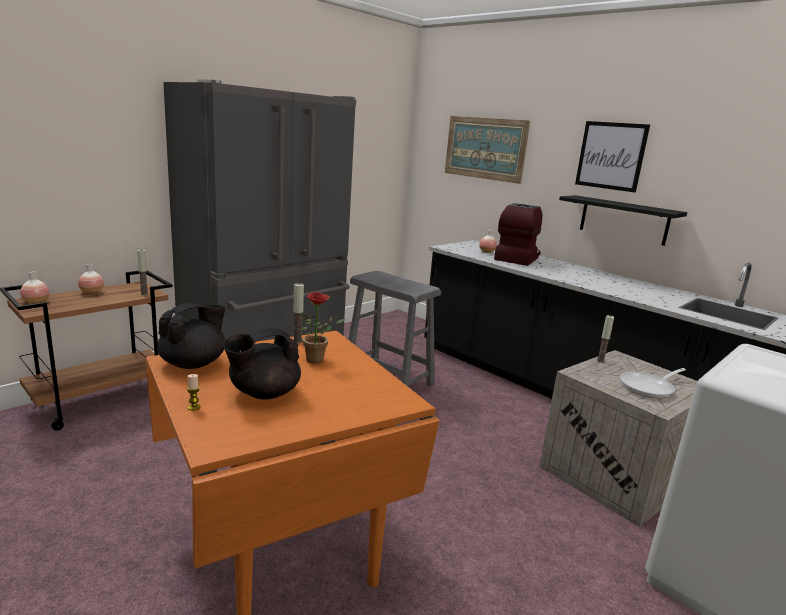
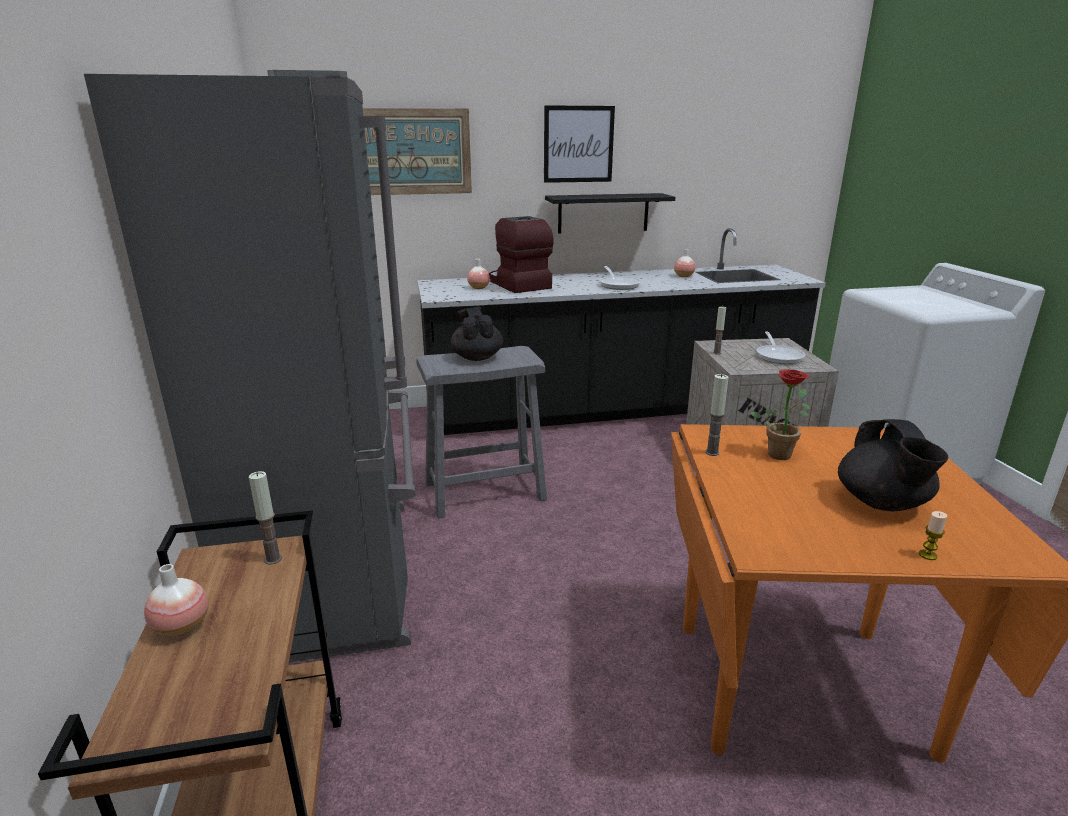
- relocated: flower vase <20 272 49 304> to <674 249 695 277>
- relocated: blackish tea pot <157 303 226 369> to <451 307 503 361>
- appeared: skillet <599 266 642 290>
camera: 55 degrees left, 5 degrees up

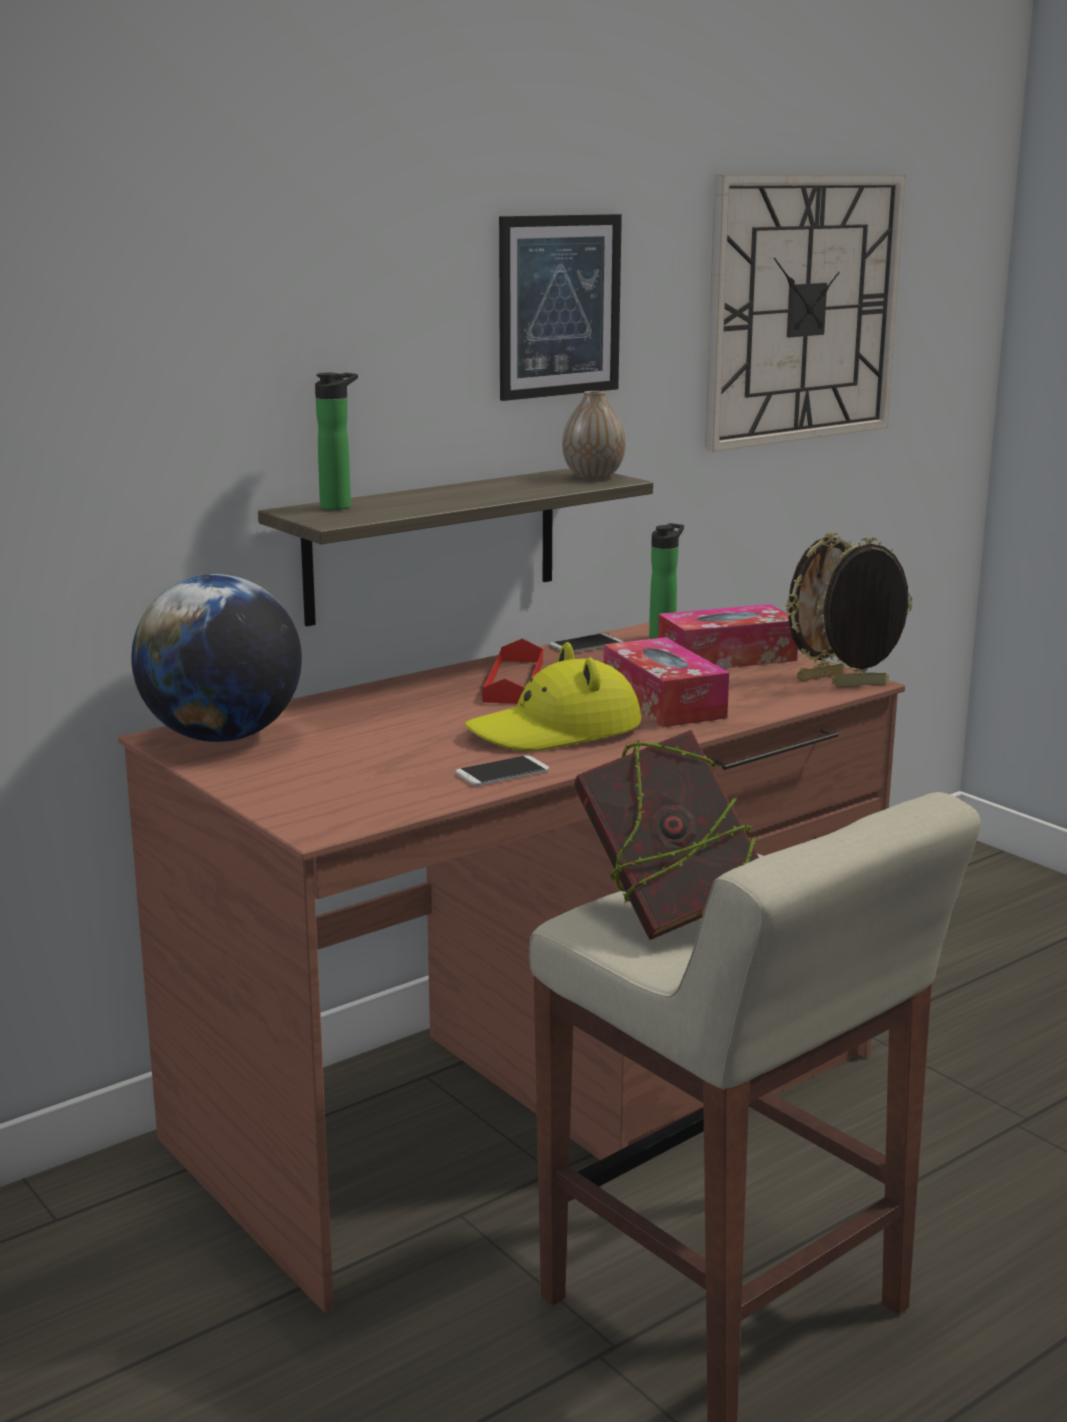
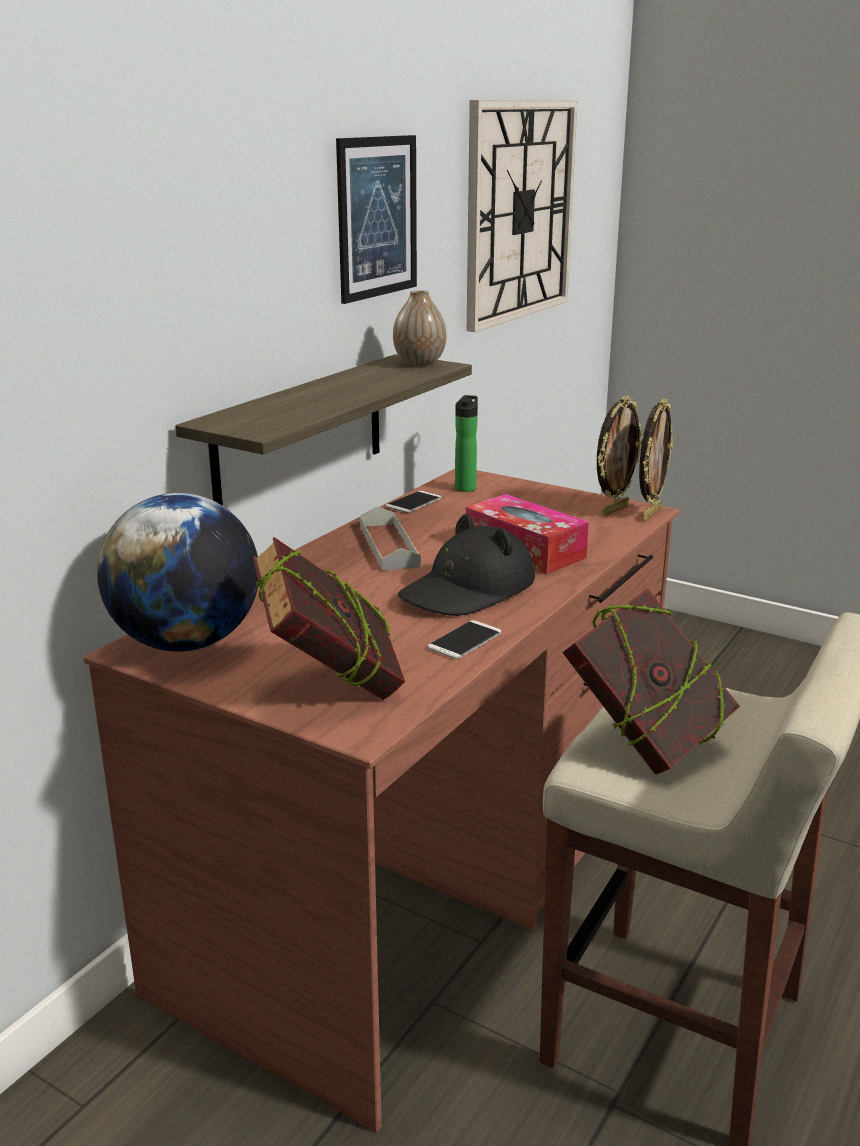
- missing: drink bottle <315 373 358 510>
- spun: standing frame <816 537 913 686> = <639 399 673 521> 150 degrees clockwise
- missing: box of tissues <658 604 798 669>
- colour: reddish tray <482 639 543 704> to greyish tray <360 507 421 571>
- colour: yellow clothing hat <465 642 641 751> to blackish clothing hat <398 514 535 616>
- appeared: book <253 537 405 700>
camera: 20 degrees left, 5 degrees up

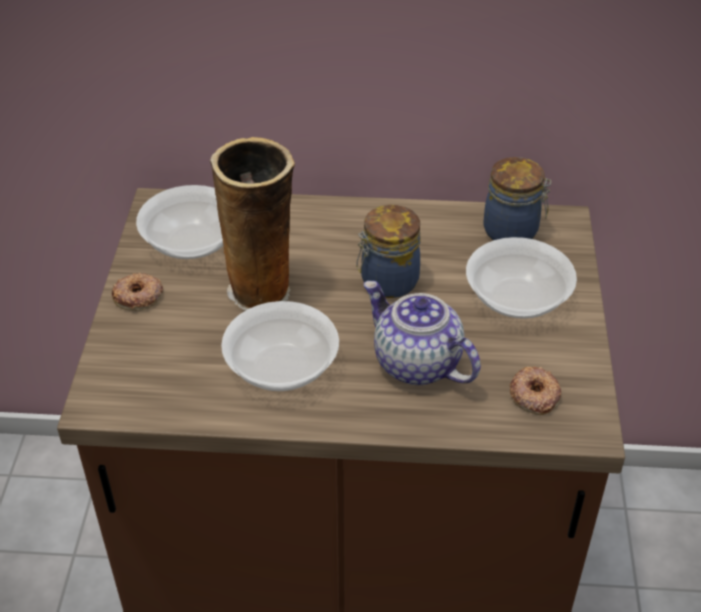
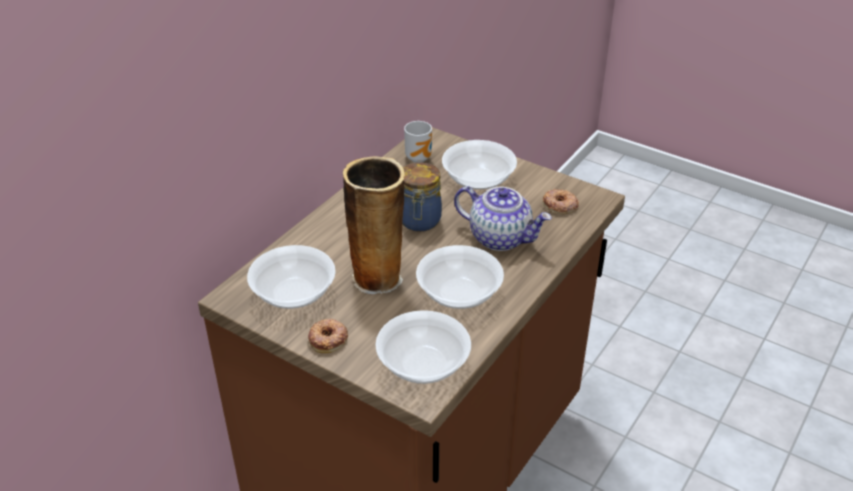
- exchanged: jar <483 157 551 240> to mug <404 121 432 163>
- spun: tea pot <364 281 481 385> = <454 186 552 251> 135 degrees counterclockwise
- appeared: serving bowl <375 310 471 384>
camera: 60 degrees left, 5 degrees down

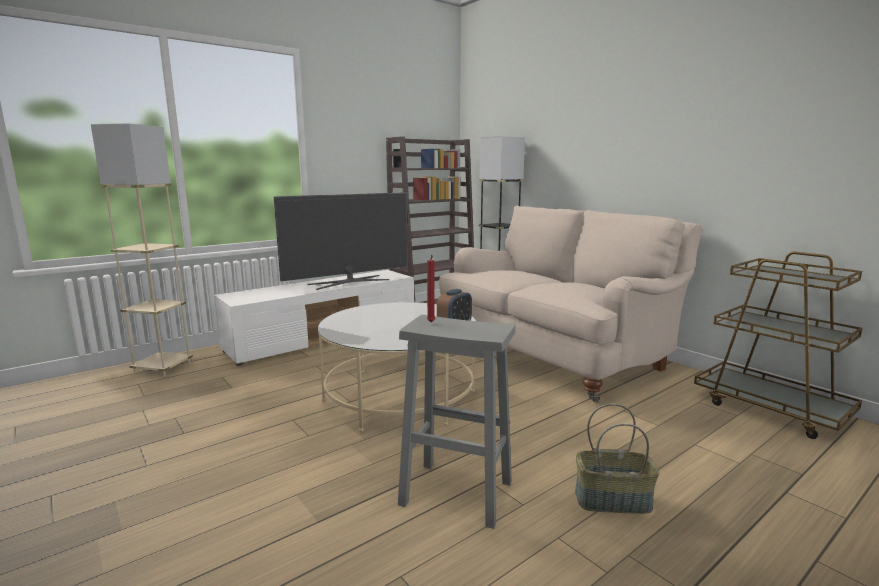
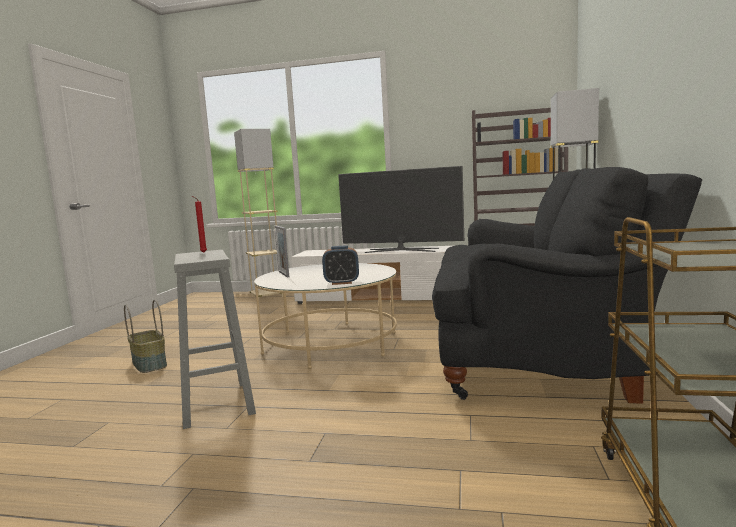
- colour: beige couch <439 206 703 403> to blackish couch <432 167 702 404>
- relocated: storage basket <575 403 660 514> to <124 300 167 373>
- appeared: standing frame <275 226 289 277>
camera: 50 degrees right, 5 degrees down

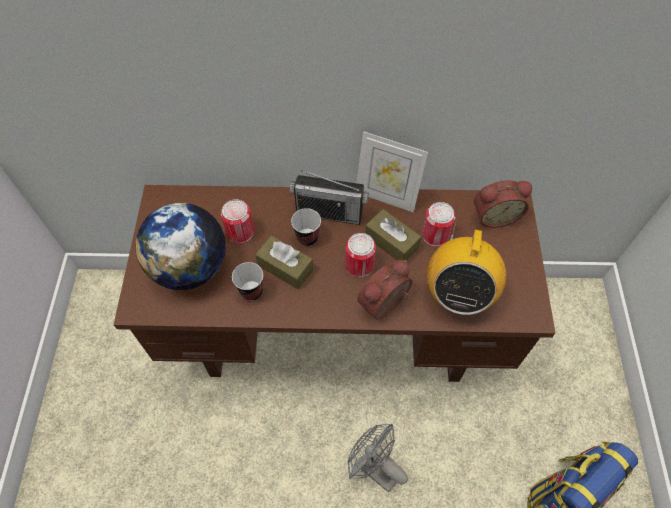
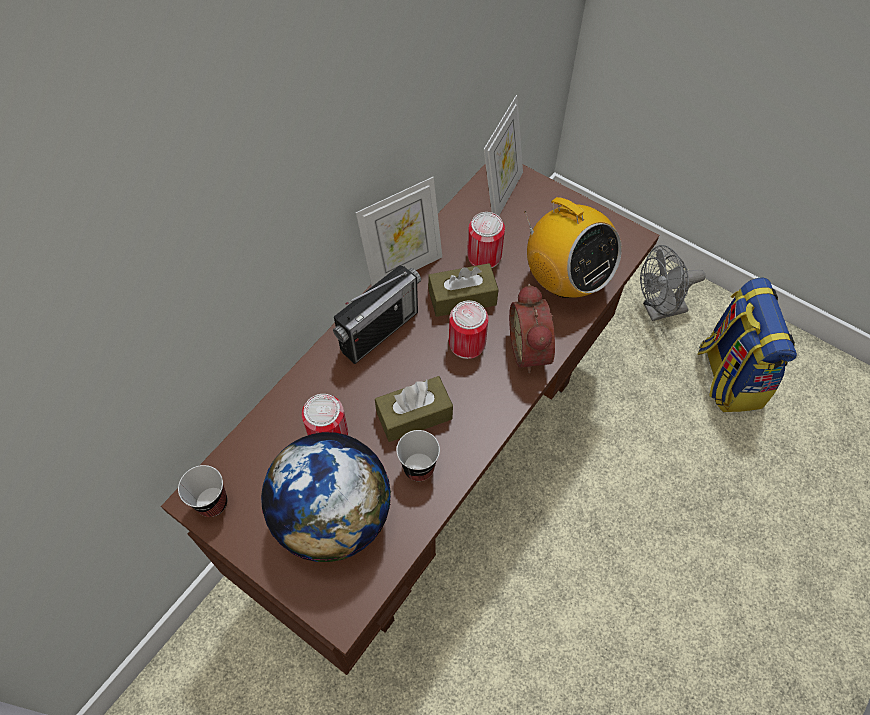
- exchanged: table clock <474 180 532 228> to standing frame <484 95 523 216>
- relocated: small cup <291 208 321 246> to <178 465 227 517>
- relocated: greyish cooling fan <347 424 408 492> to <640 245 706 321>
camera: 55 degrees left, 0 degrees up

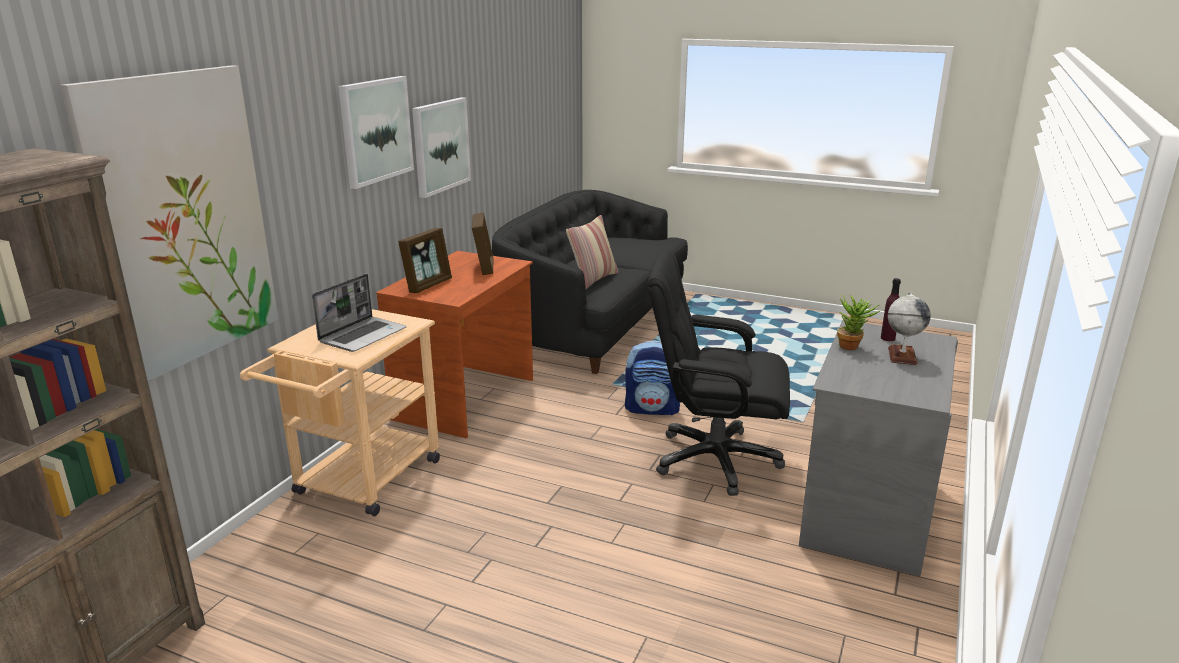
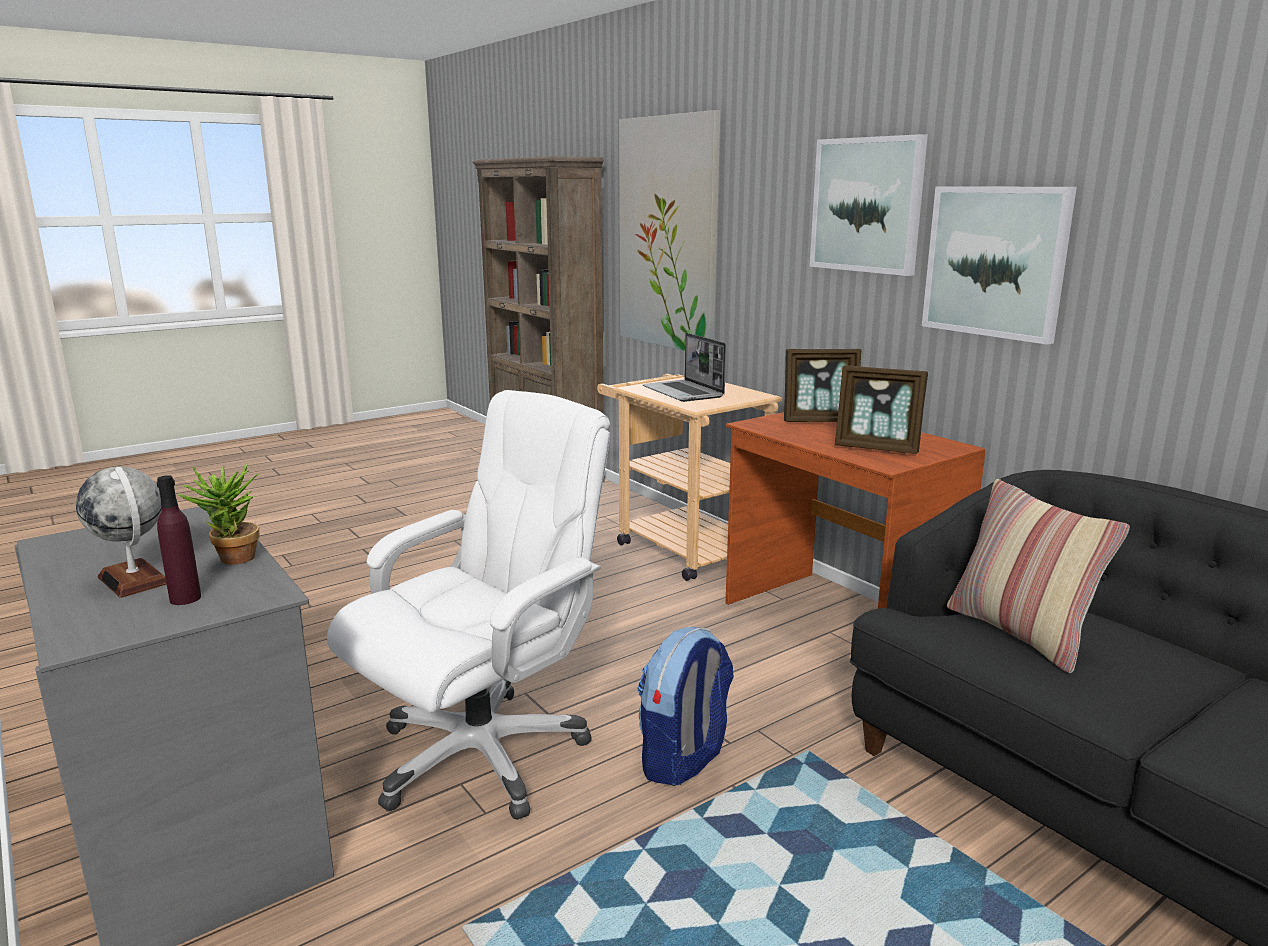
- spun: standing frame <398 228 452 293> = <784 349 861 422> 60 degrees counterclockwise
- colour: blackish computer chair <648 249 790 496> to white-coloured computer chair <327 390 610 820>
camera: 120 degrees right, 5 degrees down

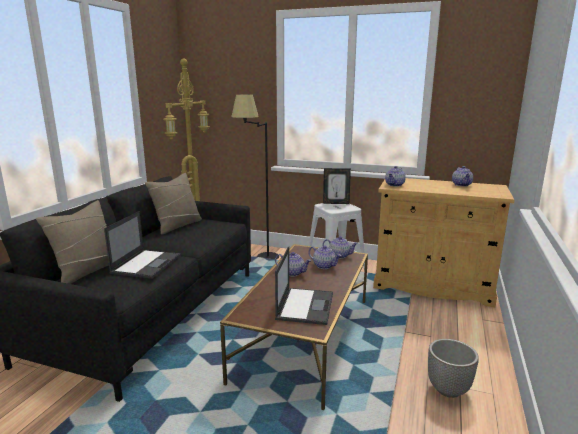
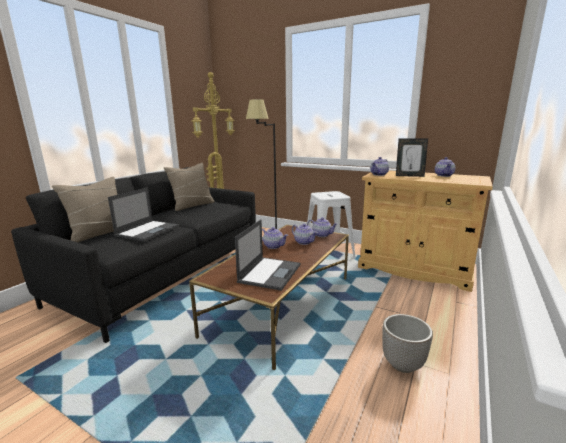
- relocated: standing frame <323 168 351 204> to <396 139 428 177>
camera: 10 degrees right, 0 degrees up

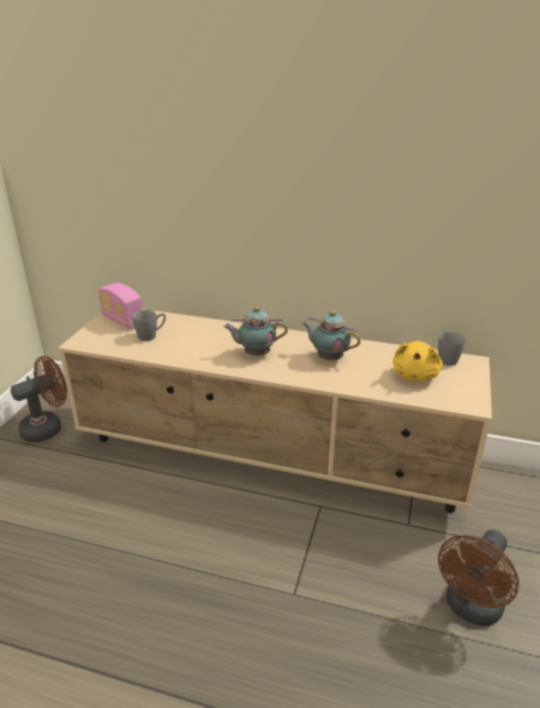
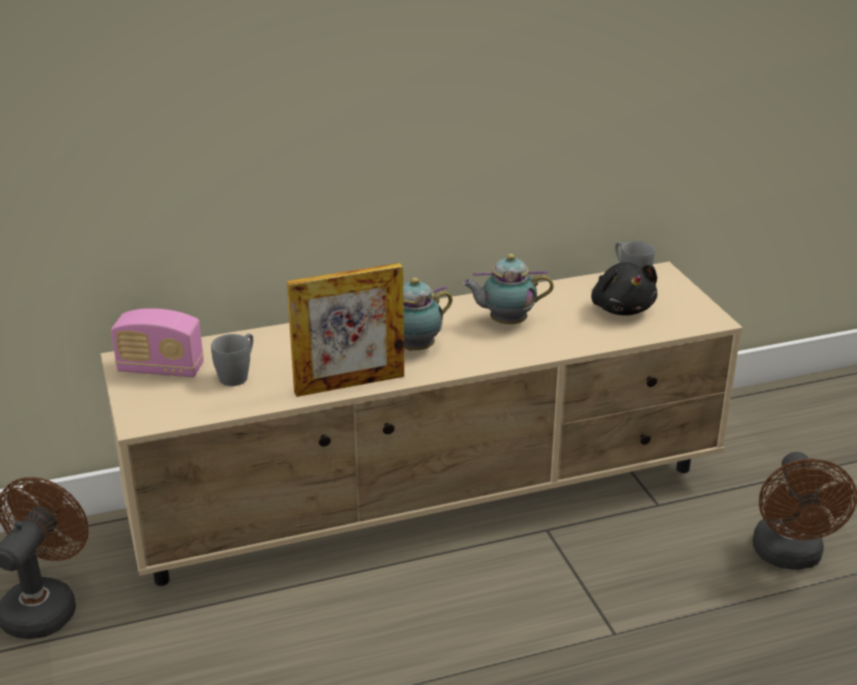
- colour: yellow plush toy <393 341 443 381> to blackish plush toy <591 262 657 316>
- appeared: standing frame <287 263 404 397>
camera: 35 degrees left, 0 degrees up

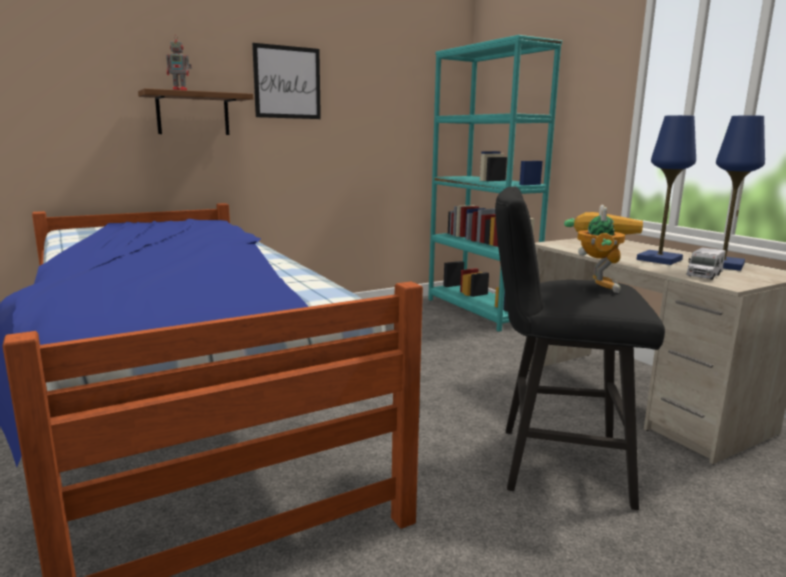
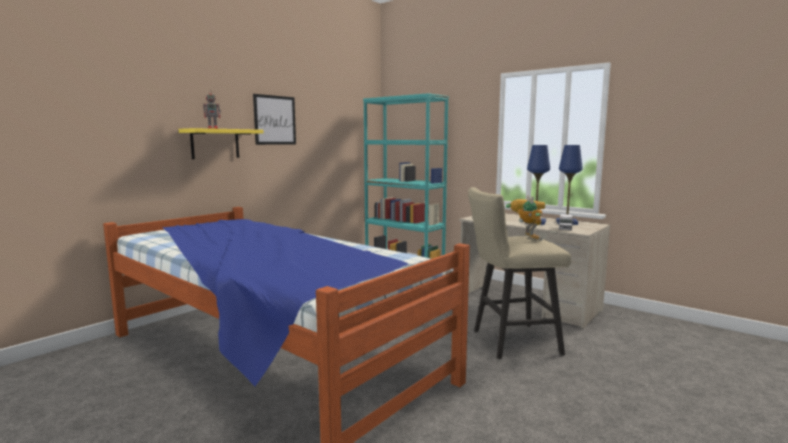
- colour: brown-coloured shelf <138 88 253 135> to yellow shelf <179 128 264 159>
- colour: blackish stool seat <495 187 665 510> to beige stool seat <468 187 571 359>
camera: 20 degrees left, 5 degrees down

